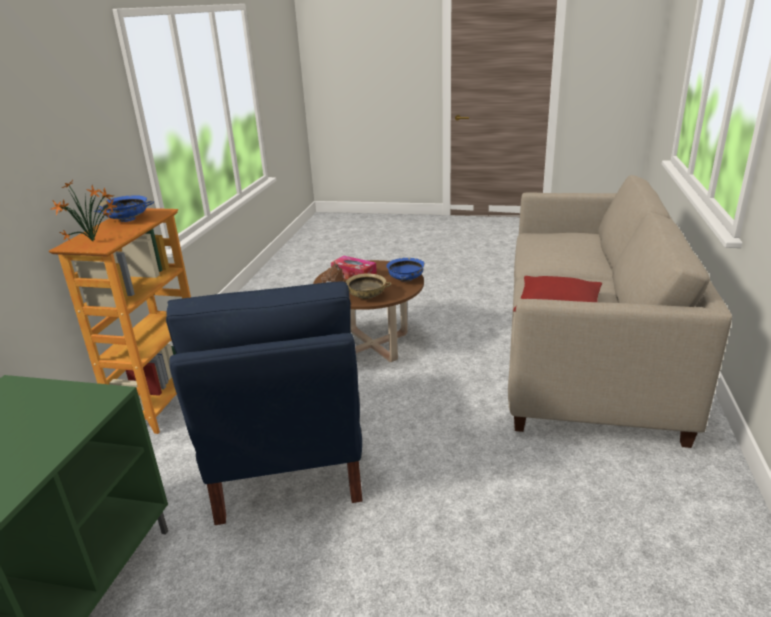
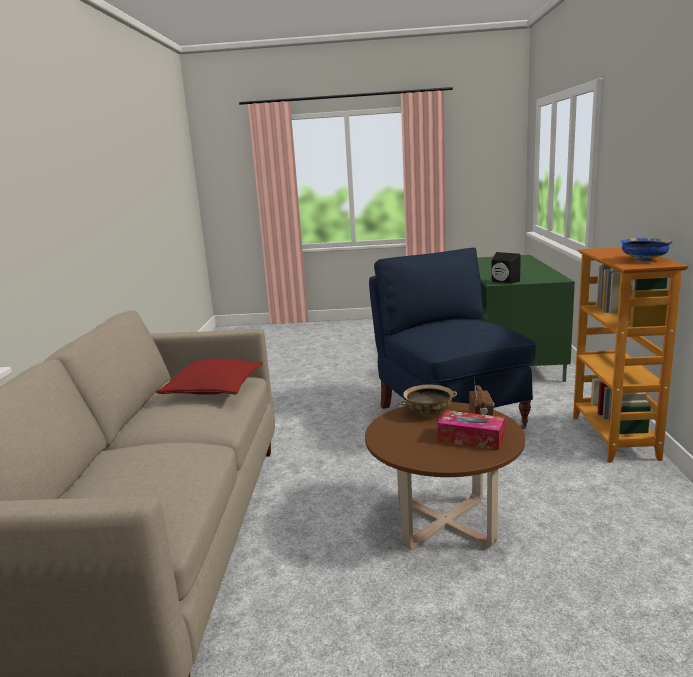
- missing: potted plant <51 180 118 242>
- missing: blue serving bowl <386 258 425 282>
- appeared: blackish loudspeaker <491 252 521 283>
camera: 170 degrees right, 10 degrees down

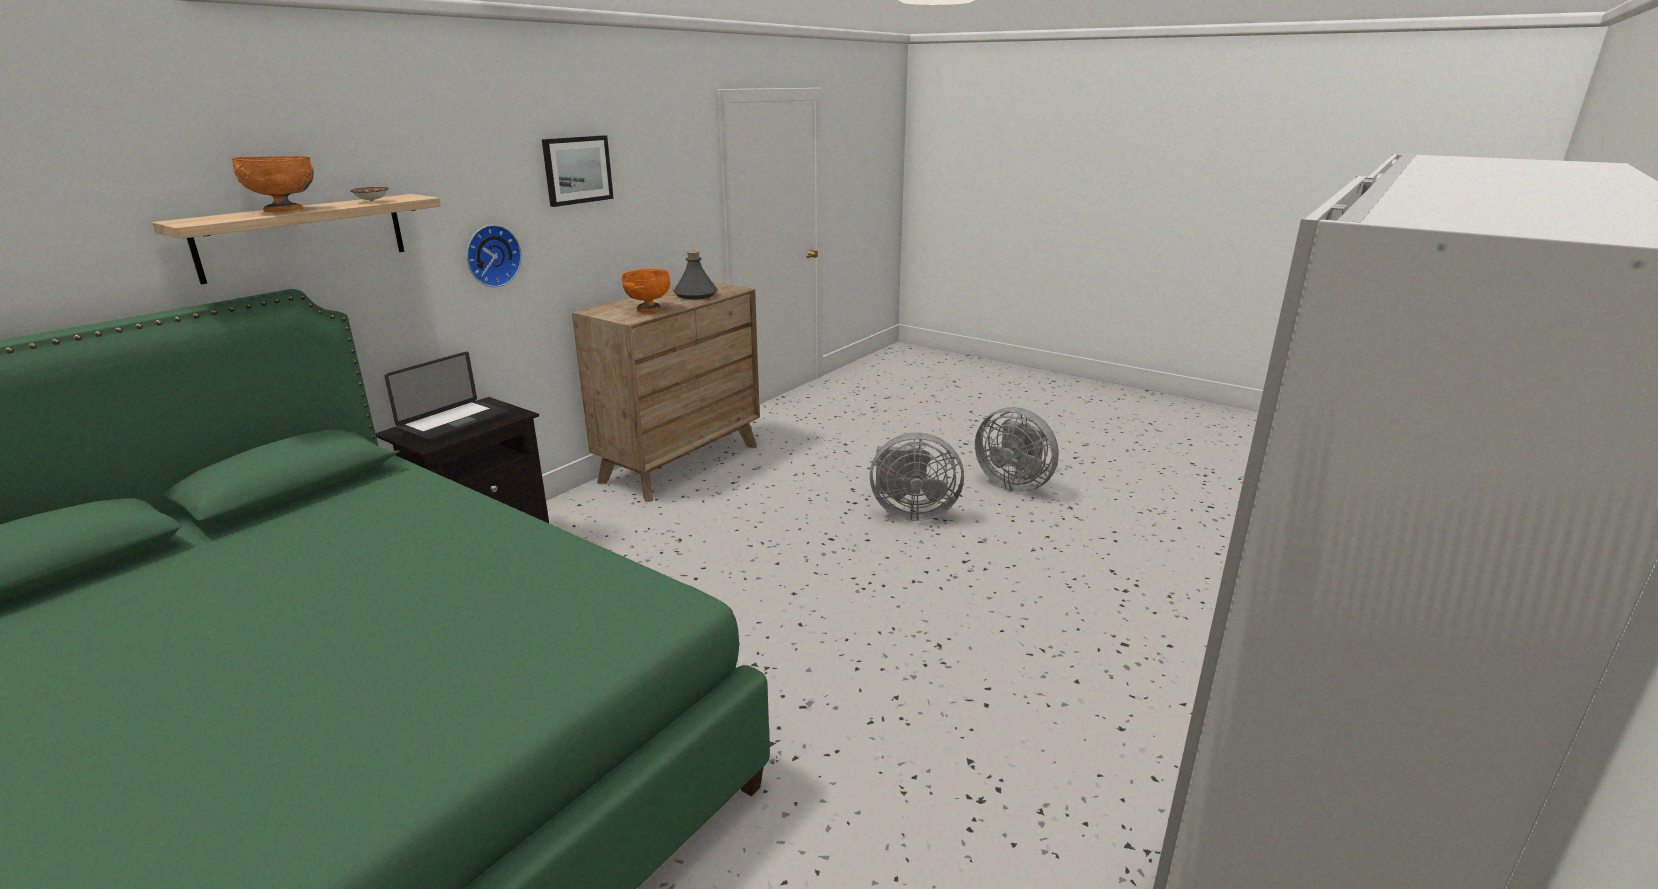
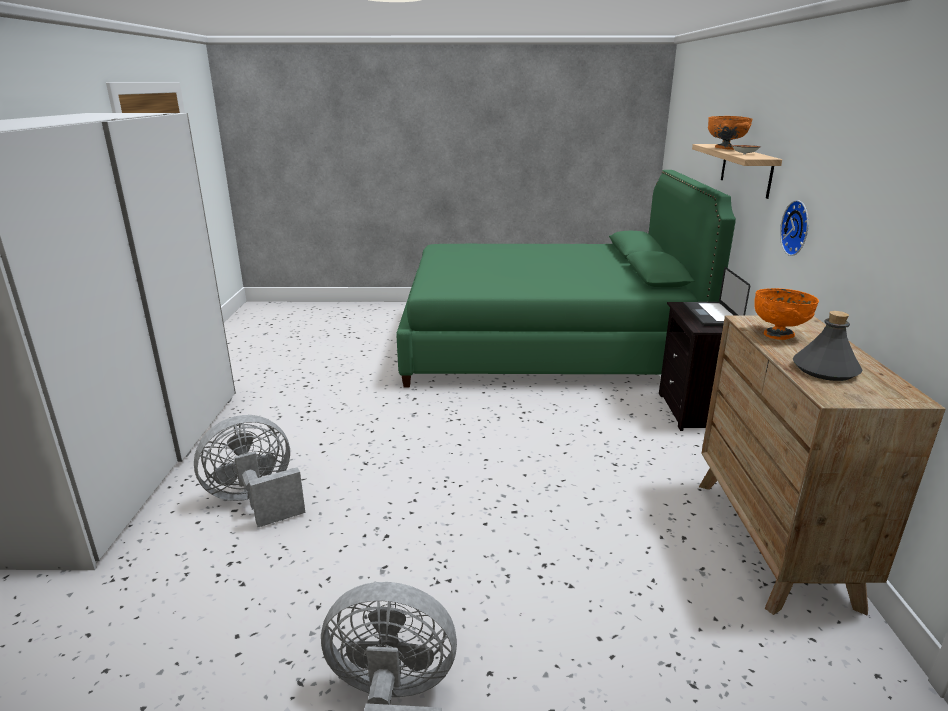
- missing: wall art <542 135 614 207>
- relocated: greyish cooling fan <870 432 964 521> to <194 415 306 527>
camera: 145 degrees right, 0 degrees up

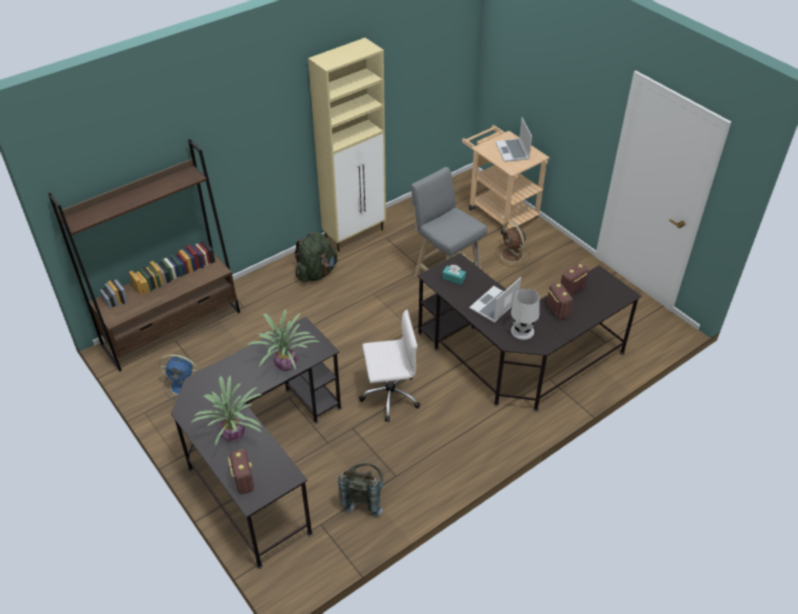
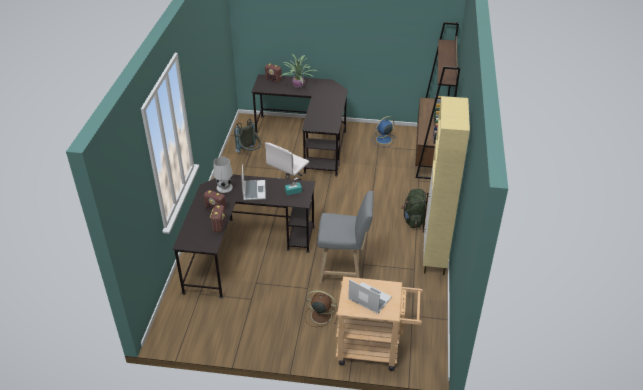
- missing: potted plant <246 310 319 371>
camera: 135 degrees right, 5 degrees down

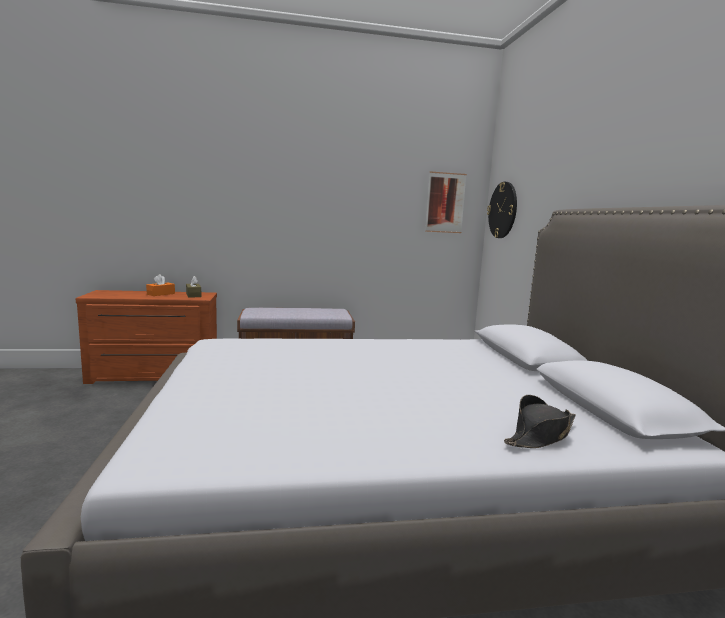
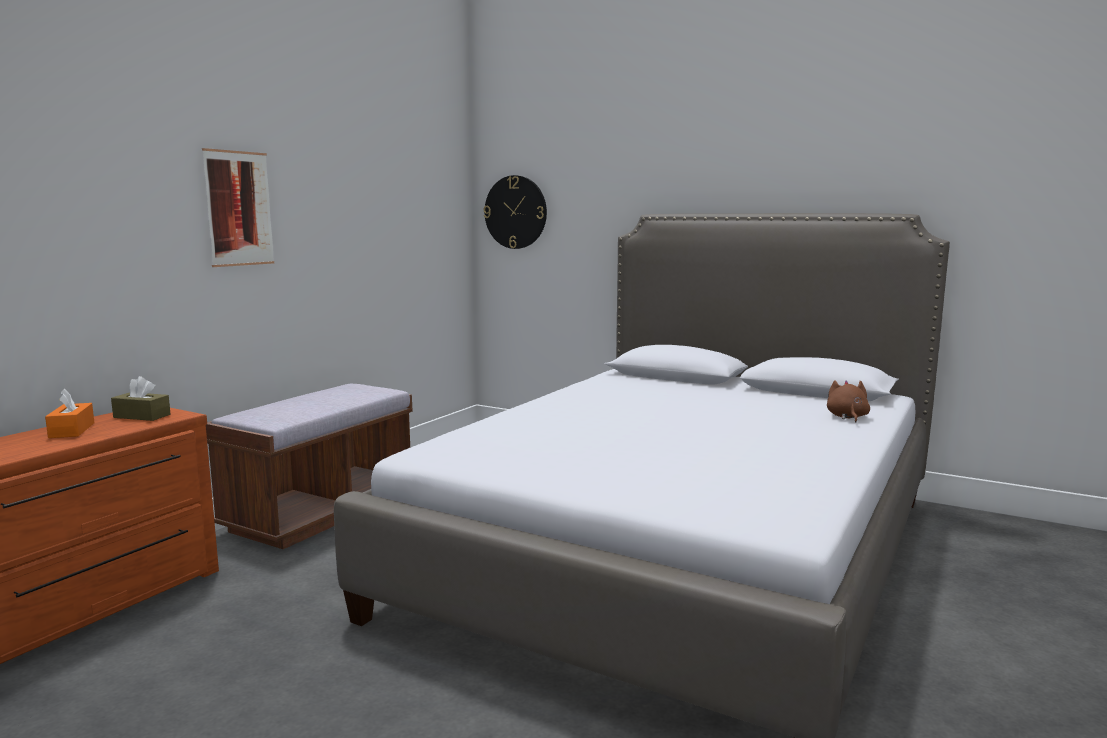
- relocated: wall art <425 171 467 233> to <202 148 274 267>
- exchanged: blackish clothing hat <504 395 576 448> to brown-coloured plush toy <827 380 870 423>
camera: 50 degrees left, 0 degrees up

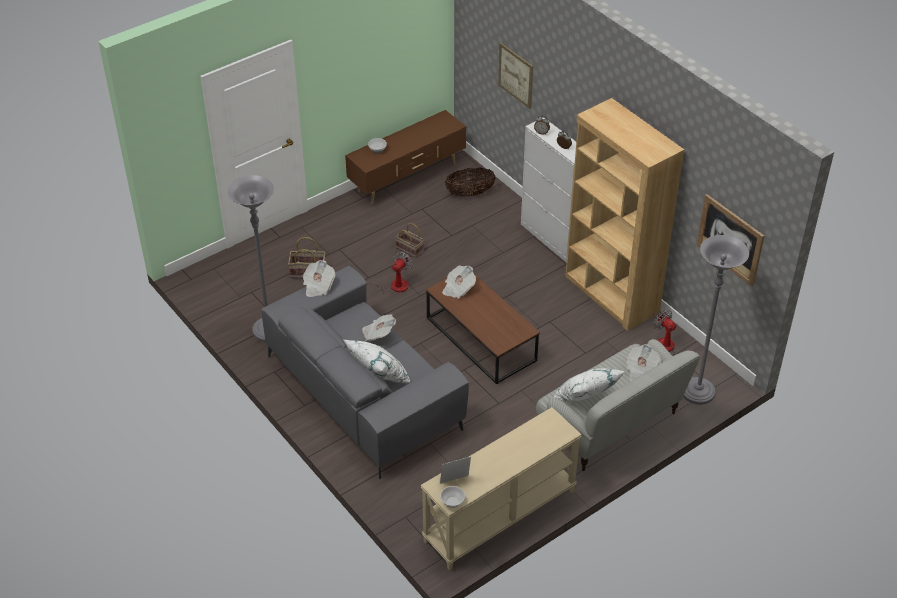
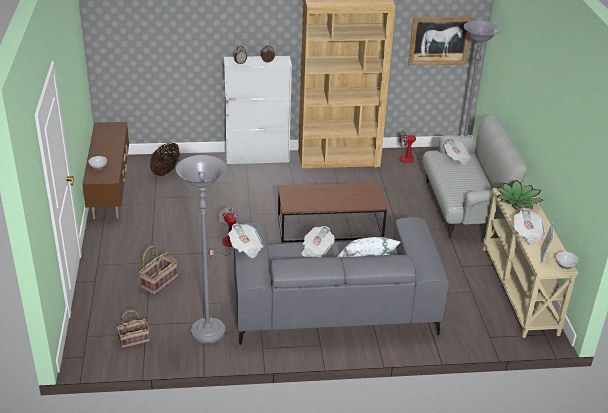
- missing: wall art <498 43 533 109>
- relocated: storage basket <395 223 424 258> to <117 310 150 349>
- relocated: newspaper <442 265 476 299> to <514 209 545 245>
- missing: white-coloured pillow <553 368 626 402>
- appeared: potted plant <497 180 544 209>
camera: 60 degrees left, 10 degrees down

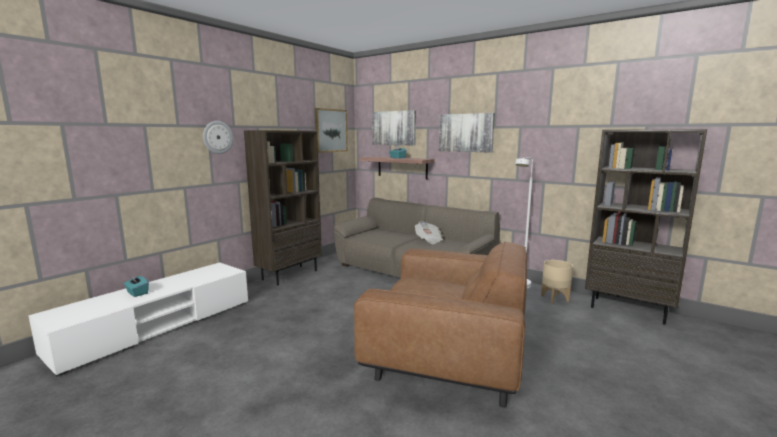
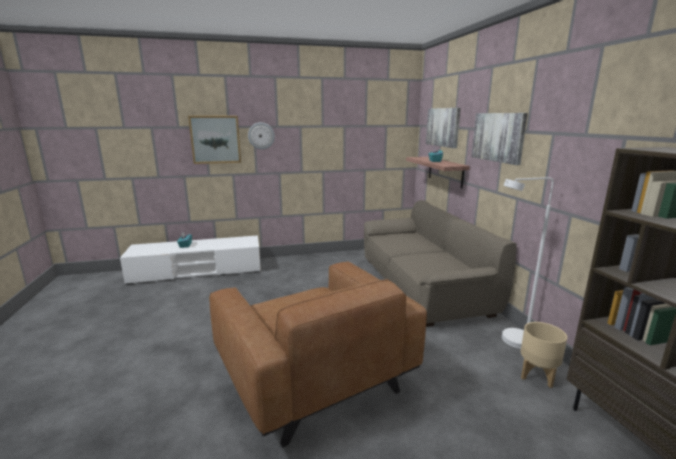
- relocated: wall art <315 108 348 153> to <188 116 241 164>
- missing: brown-coloured bookcase <244 130 322 285>
- missing: newspaper <415 221 443 244>
camera: 40 degrees right, 5 degrees up

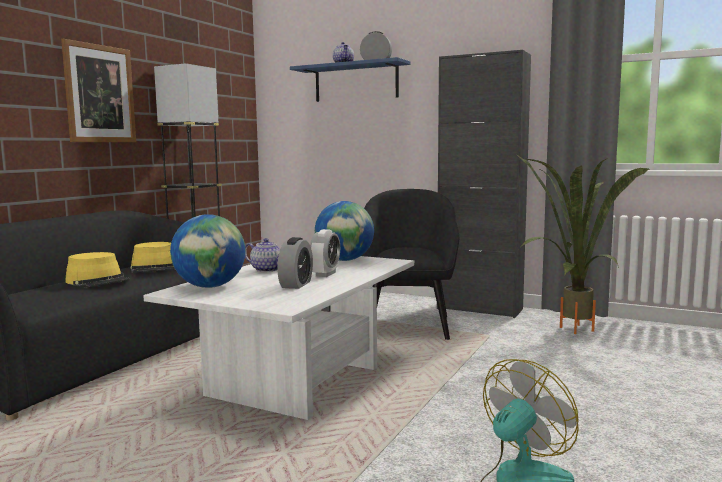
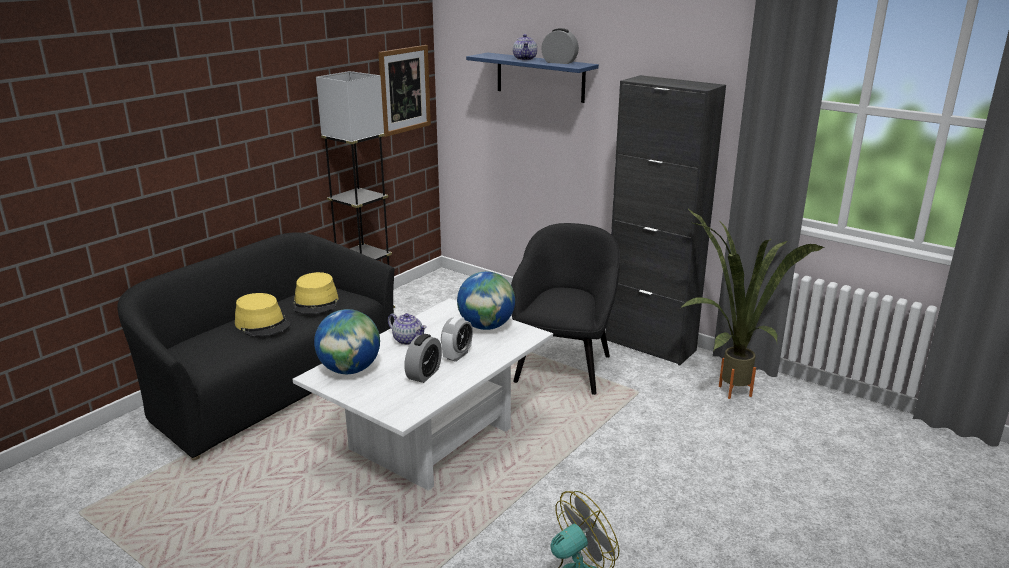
- relocated: wall art <61 39 136 142> to <378 45 431 137>
camera: 10 degrees right, 15 degrees up

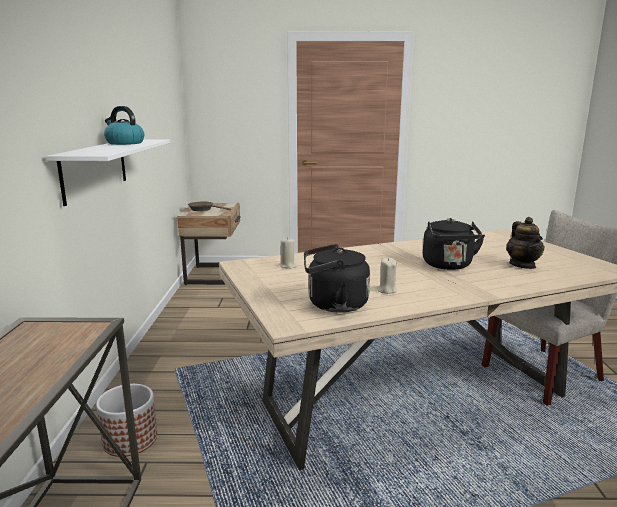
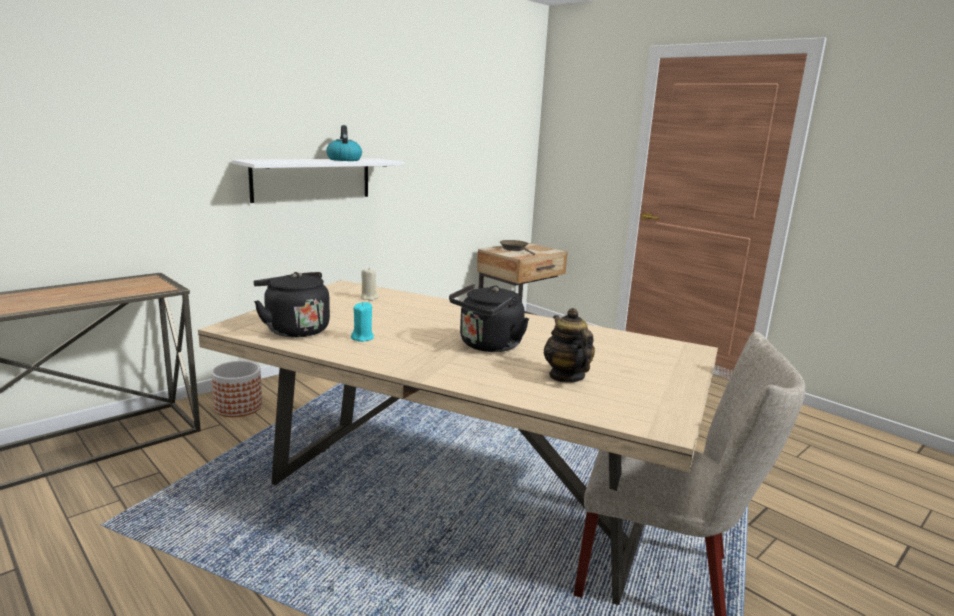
- spun: tea pot <506 217 544 269> = <543 308 595 383> 120 degrees clockwise
- colour: beige candle <377 258 397 294> to blue-green candle <351 302 374 342>
camera: 45 degrees right, 0 degrees up

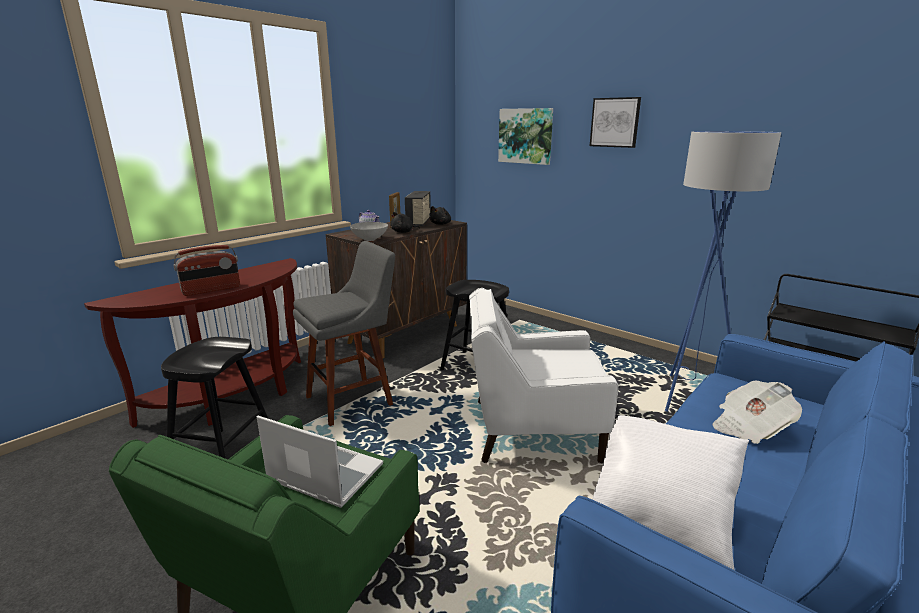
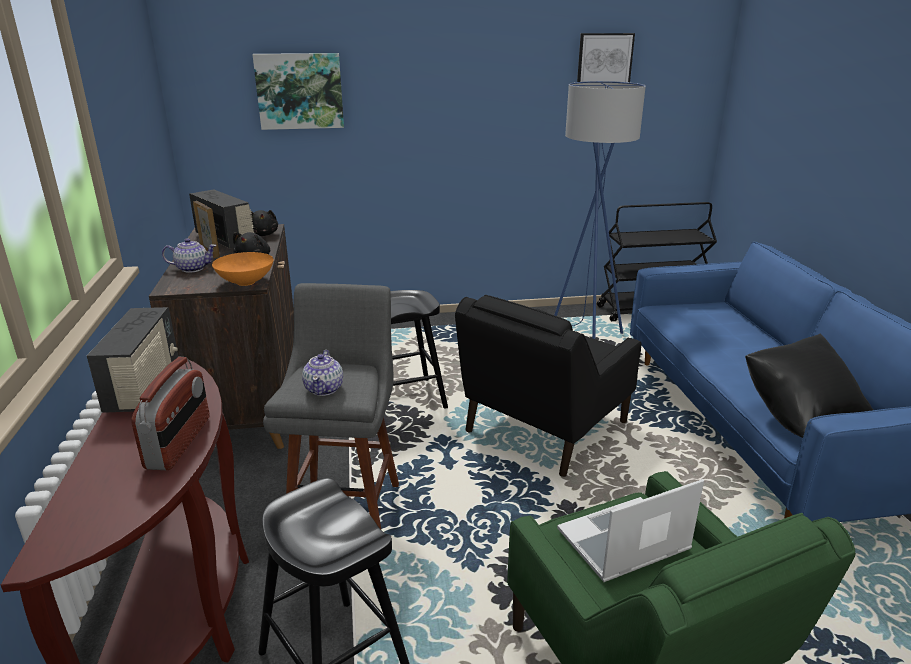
- relocated: wall art <590 97 641 148> to <577 33 635 82>
- colour: greyish serving bowl <350 222 388 241> to orange serving bowl <212 252 274 286>
- colour: white-coloured armchair <469 288 618 463> to blackish armchair <455 295 642 477>
- missing: newspaper <713 380 802 444>
- colour: white-coloured pillow <592 415 749 570> to blackish pillow <745 333 873 438>
- appeared: radio <87 307 178 413>
- appeared: tea pot <302 350 343 396>
camera: 50 degrees left, 5 degrees up

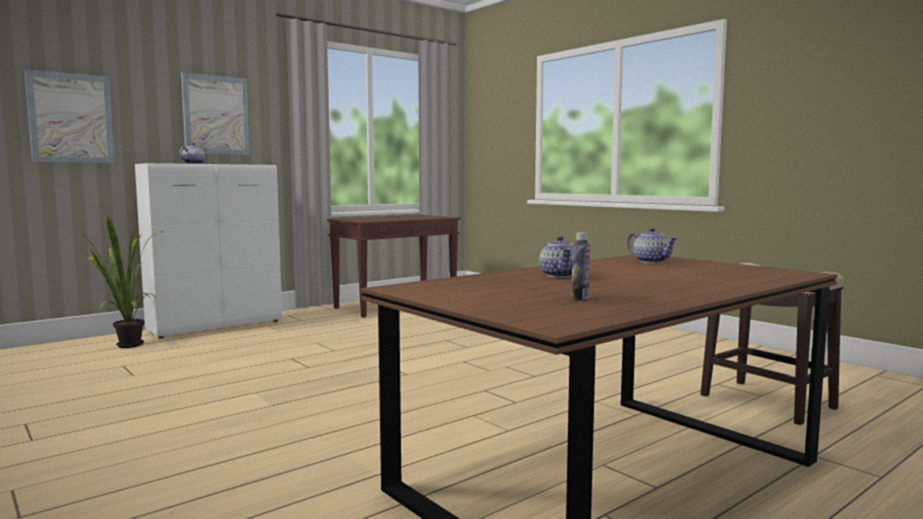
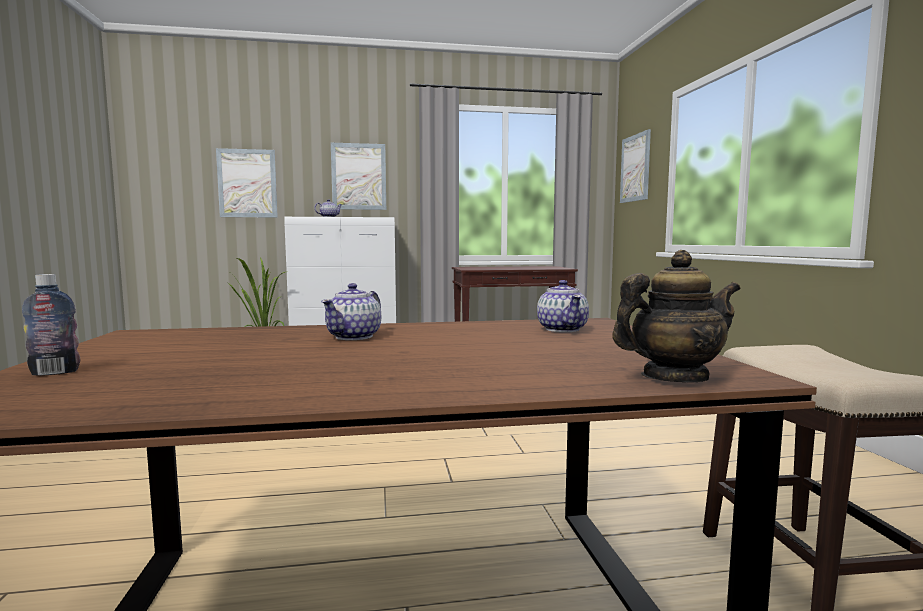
- relocated: drink bottle <571 232 590 300> to <22 274 80 376>
- appeared: wall art <620 129 651 203>
- appeared: tea pot <612 250 741 383>
camera: 30 degrees right, 0 degrees up

